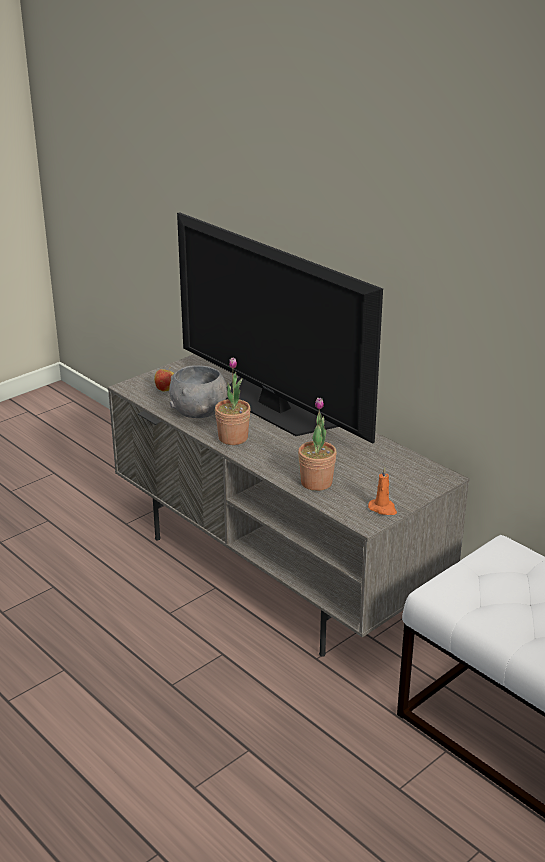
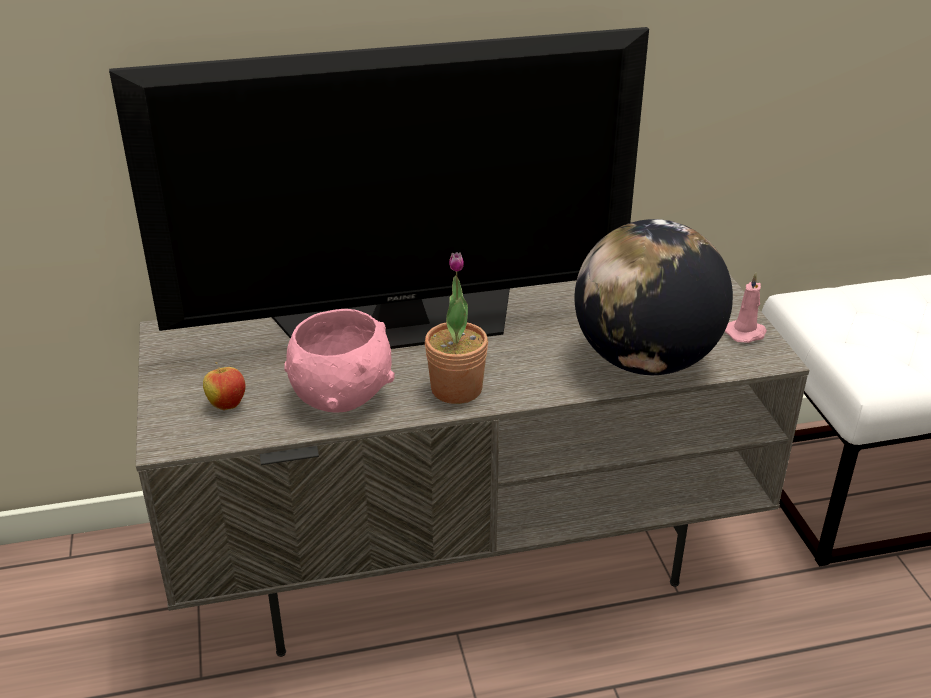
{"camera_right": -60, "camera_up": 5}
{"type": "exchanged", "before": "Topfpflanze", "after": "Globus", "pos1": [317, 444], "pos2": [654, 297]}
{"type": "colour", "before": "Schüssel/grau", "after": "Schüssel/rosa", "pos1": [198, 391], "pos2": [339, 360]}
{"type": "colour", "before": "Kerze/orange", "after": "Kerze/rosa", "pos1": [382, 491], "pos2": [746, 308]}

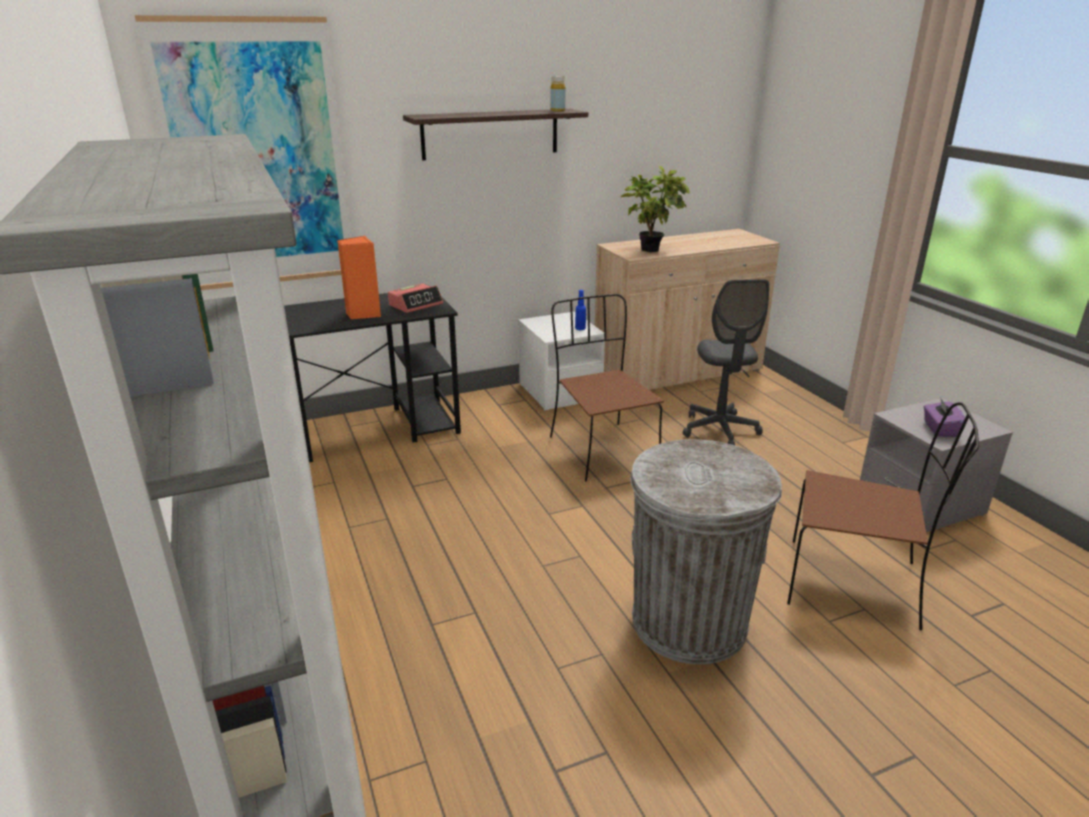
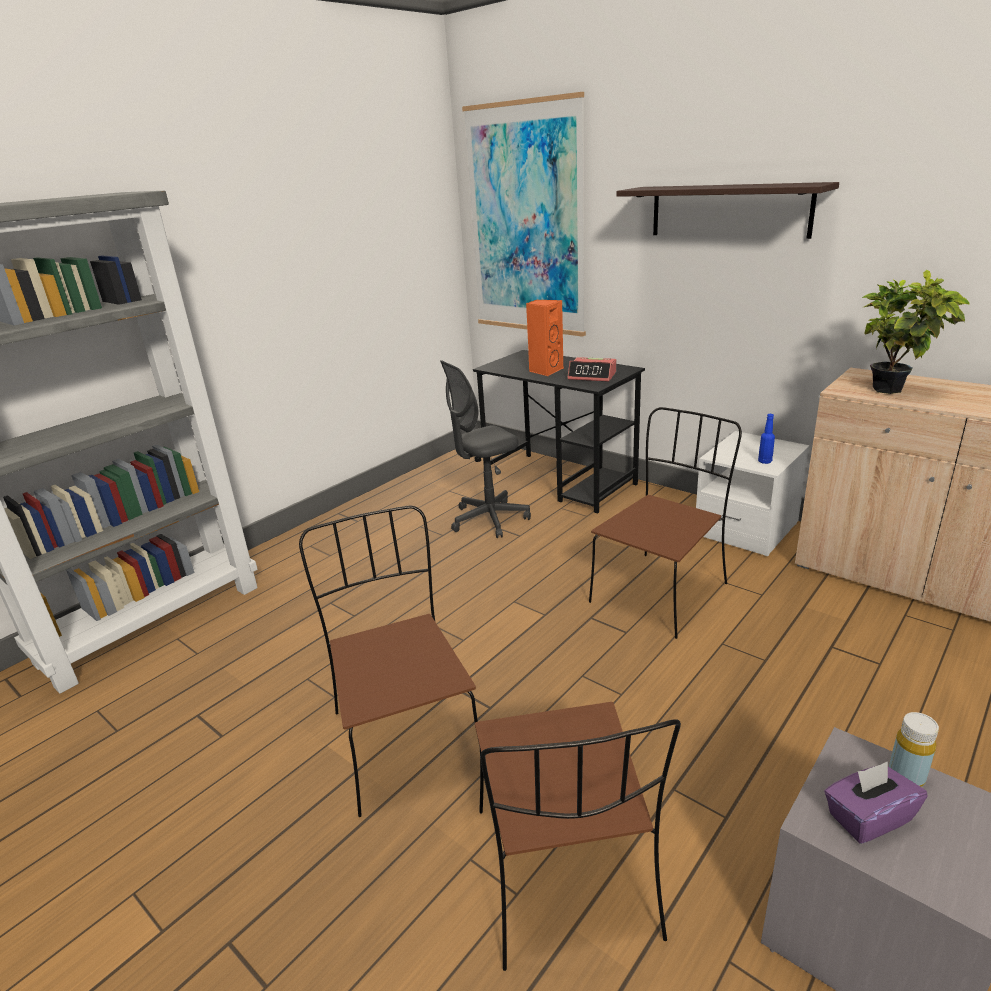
{"camera_right": 65, "camera_up": 0}
{"type": "relocated", "before": "Flasche/gelb", "pos1": [558, 94], "pos2": [914, 749]}
{"type": "relocated", "before": "Bürostuhl/grau", "pos1": [726, 362], "pos2": [485, 449]}
{"type": "exchanged", "before": "Mülleimer/grau", "after": "Stuhl/braun", "pos1": [706, 551], "pos2": [389, 661]}

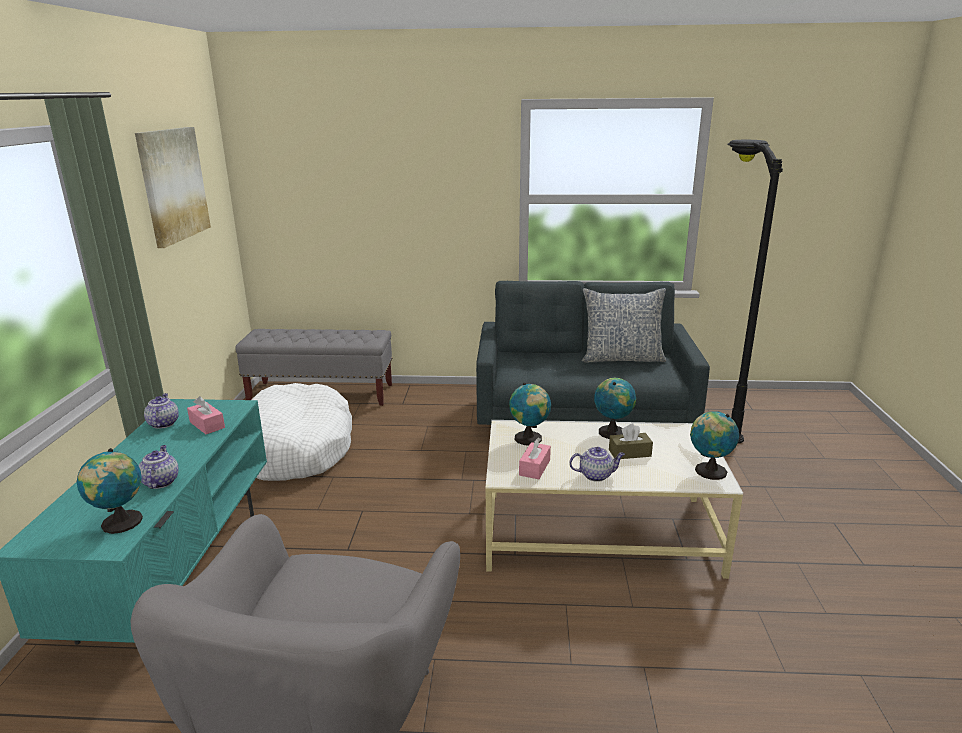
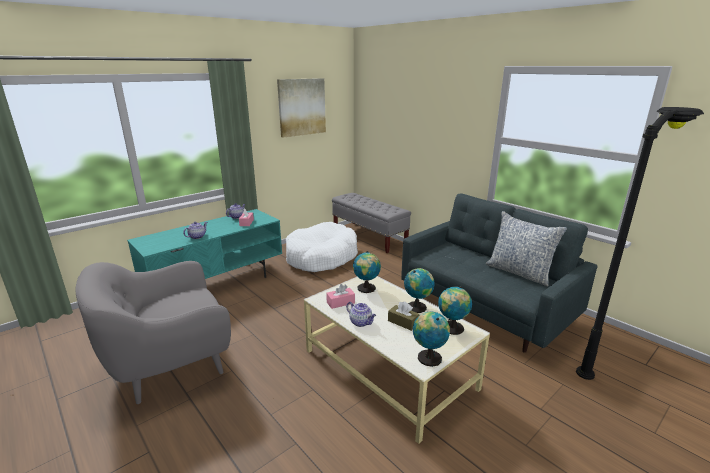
{"camera_right": 45, "camera_up": 0}
{"type": "relocated", "before": "Globus", "pos1": [110, 491], "pos2": [455, 310]}

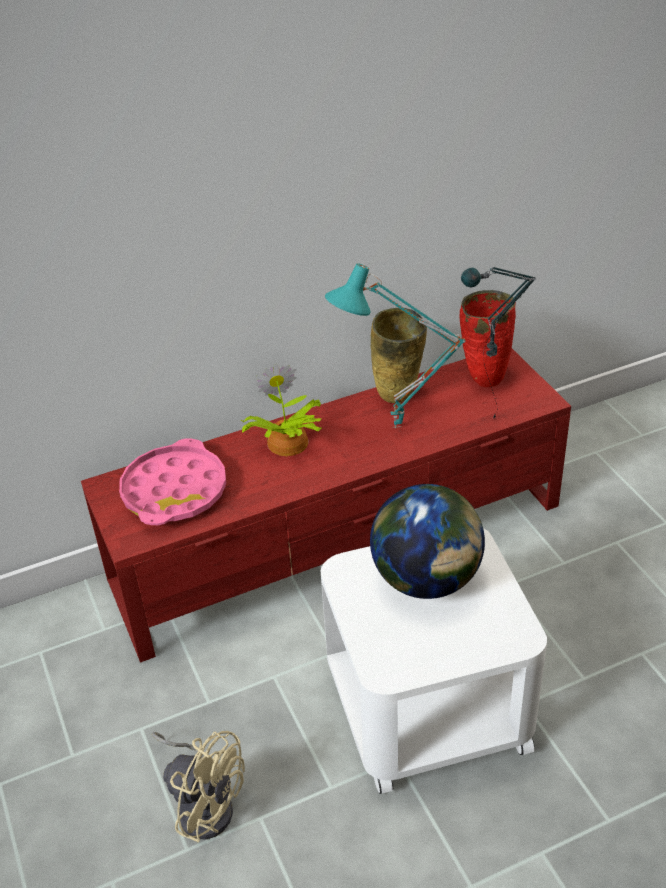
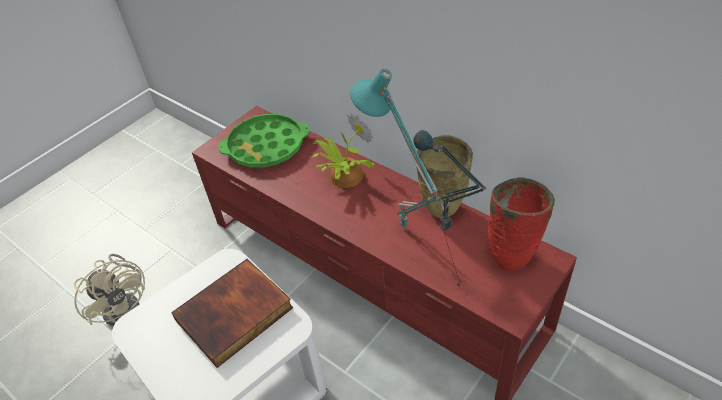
{"camera_right": 65, "camera_up": 5}
{"type": "exchanged", "before": "Globus", "after": "Buch", "pos1": [427, 541], "pos2": [232, 313]}
{"type": "colour", "before": "Tablett/rosa", "after": "Tablett/grün", "pos1": [172, 482], "pos2": [264, 141]}
{"type": "spun", "before": "Ventilator/beige", "pos1": [198, 786], "pos2": [109, 290], "turn": -45}

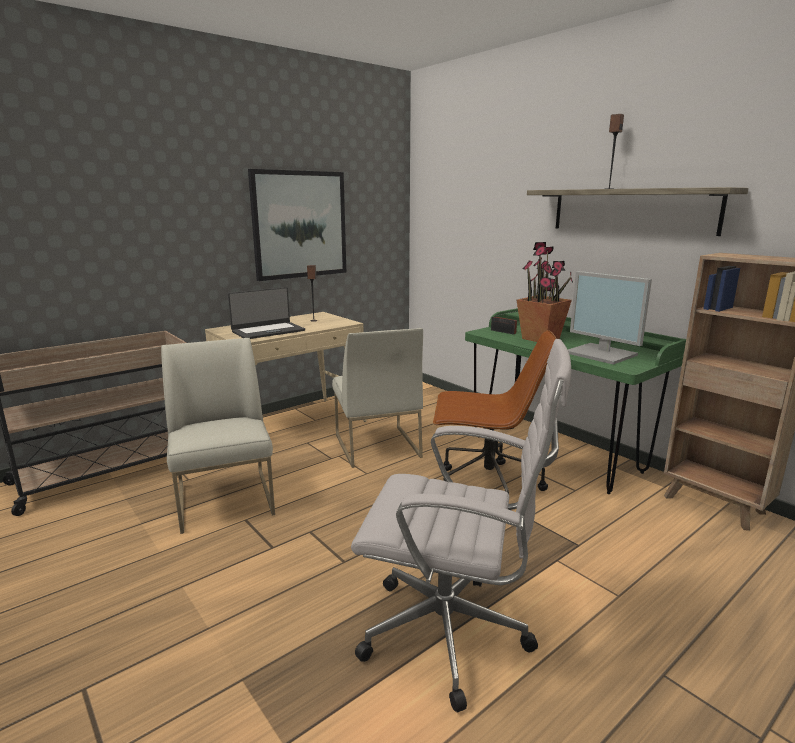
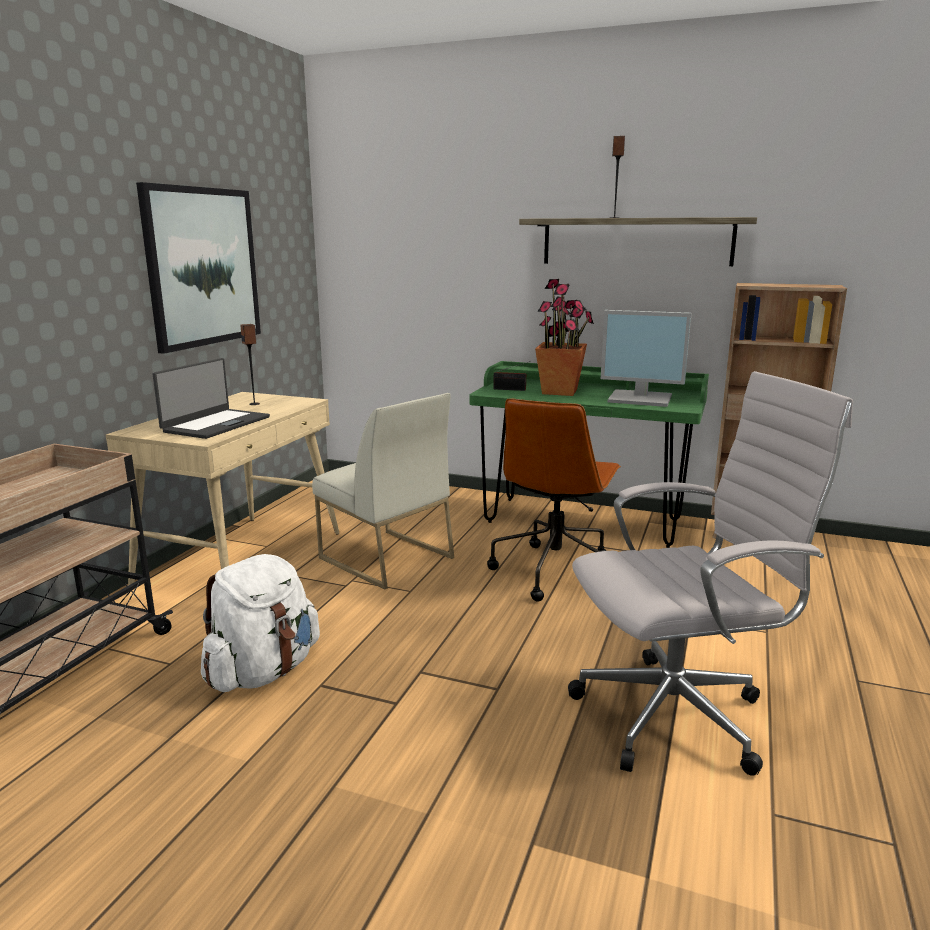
{"camera_right": -30, "camera_up": 0}
{"type": "exchanged", "before": "Stuhl/weiß", "after": "Rucksack/weiß", "pos1": [218, 436], "pos2": [260, 623]}
{"type": "spun", "before": "Bürostuhl/braun", "pos1": [494, 420], "pos2": [554, 500], "turn": 135}

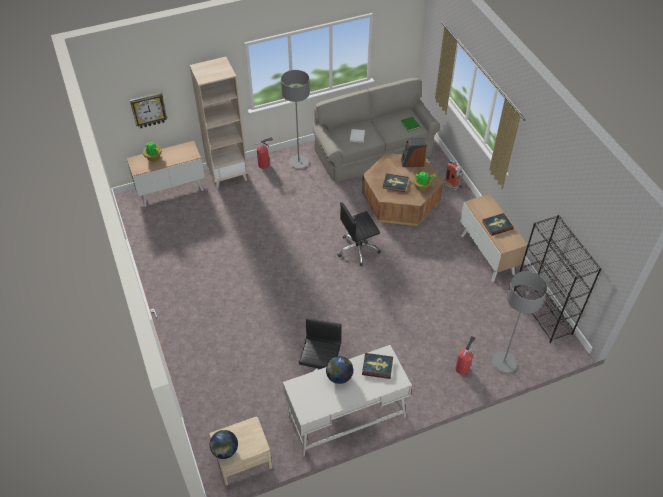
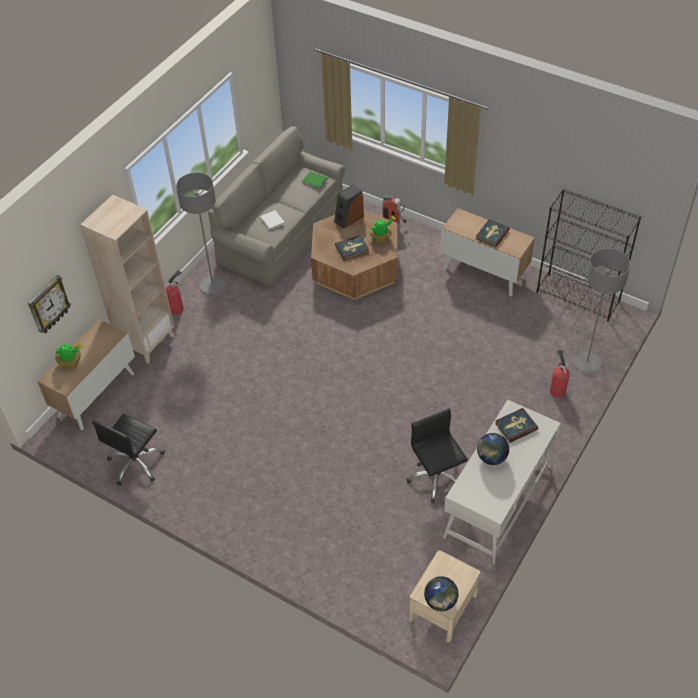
{"camera_right": -35, "camera_up": 0}
{"type": "relocated", "before": "Bürostuhl/schwarz", "pos1": [359, 234], "pos2": [128, 450]}

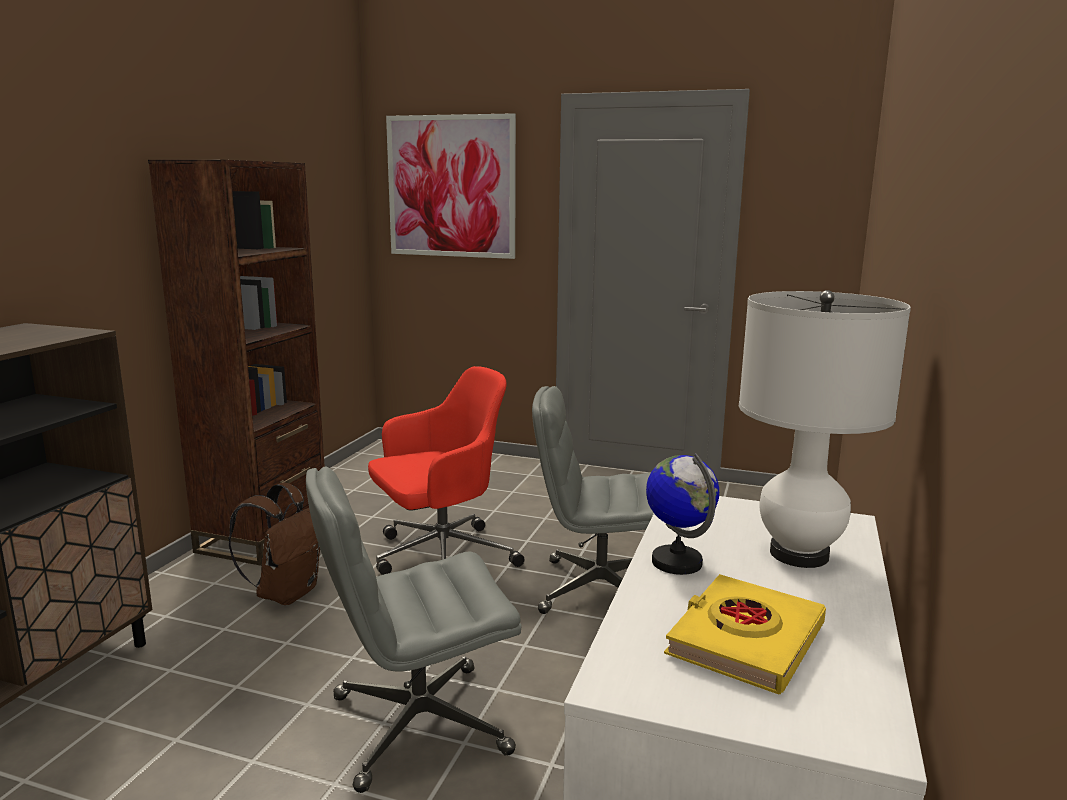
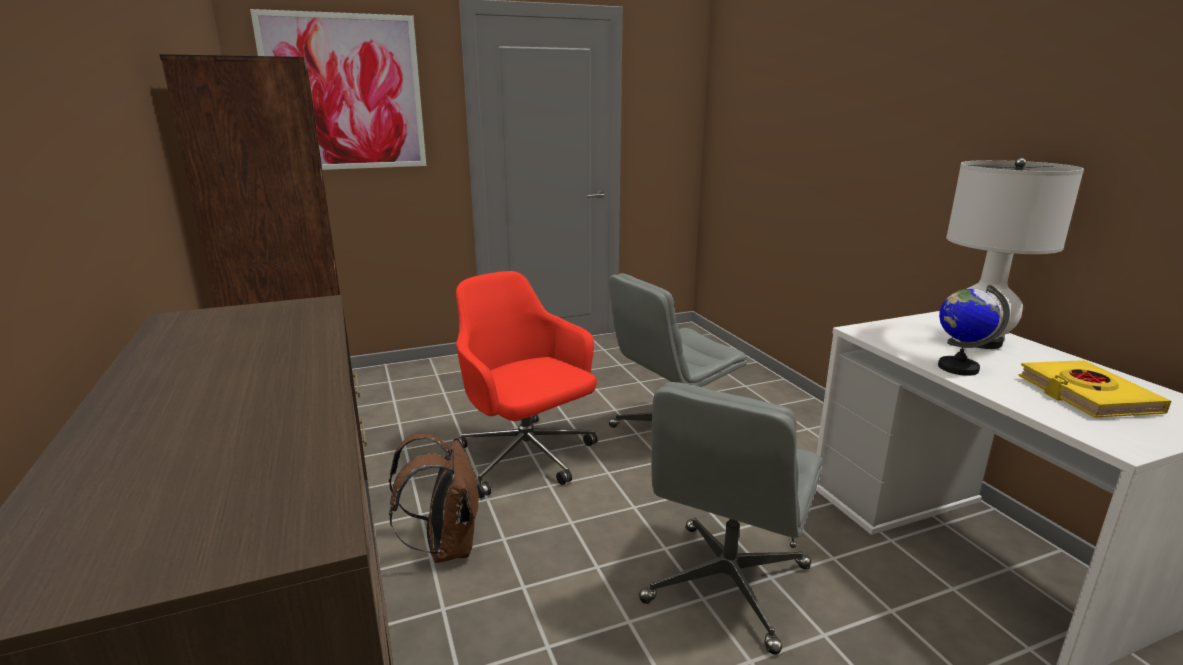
{"camera_right": -40, "camera_up": 5}
{"type": "spun", "before": "Bürostuhl/rot", "pos1": [446, 470], "pos2": [525, 384], "turn": -60}

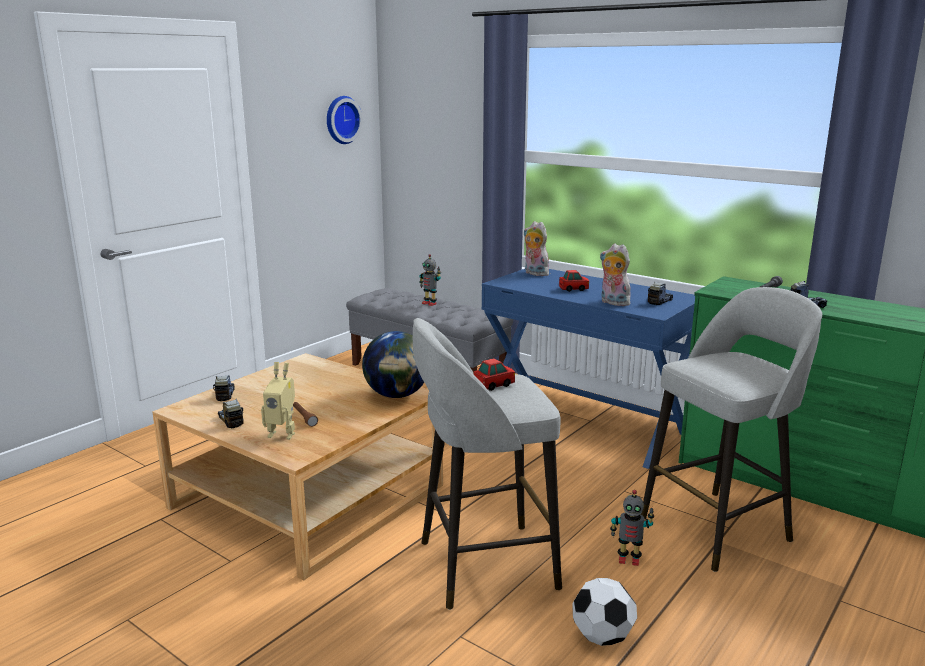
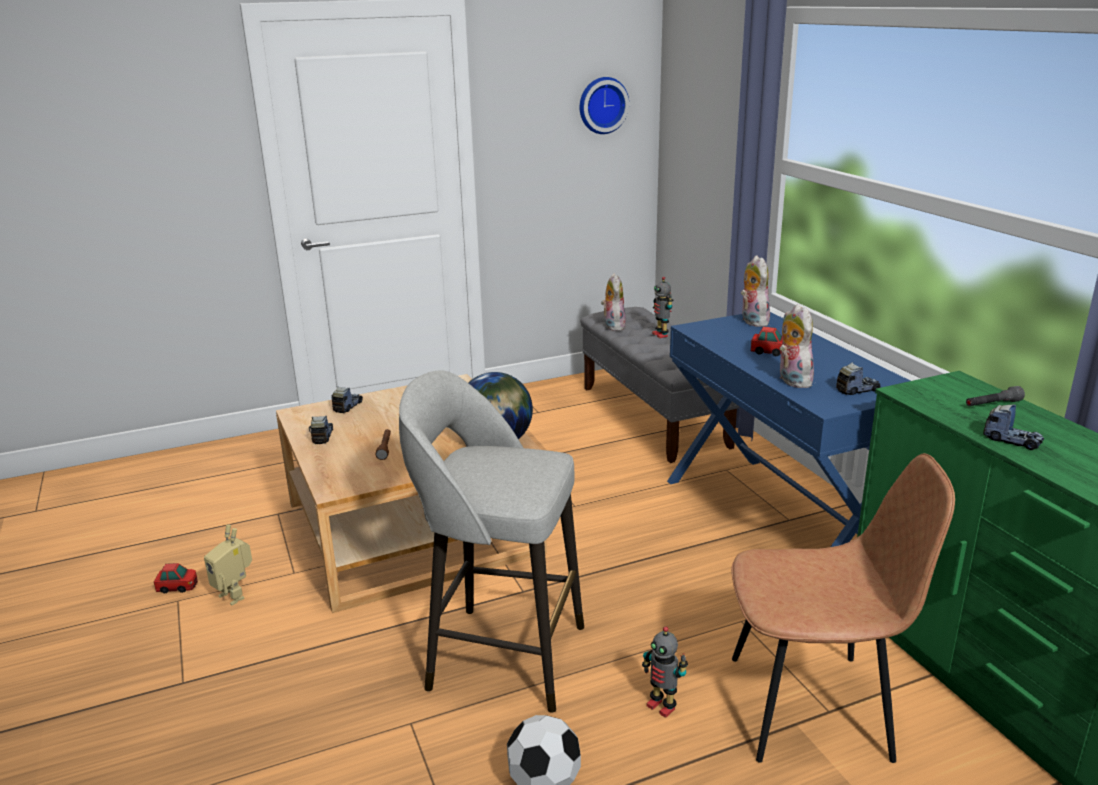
{"camera_right": 30, "camera_up": 5}
{"type": "appeared", "after": "Plüschtier", "pos2": [613, 302]}
{"type": "relocated", "before": "Spielzeugroboter", "pos1": [278, 401], "pos2": [228, 565]}
{"type": "relocated", "before": "Spielzeugauto", "pos1": [494, 374], "pos2": [176, 578]}
{"type": "exchanged", "before": "Hocker/grau", "after": "Stuhl/braun", "pos1": [731, 429], "pos2": [843, 608]}

